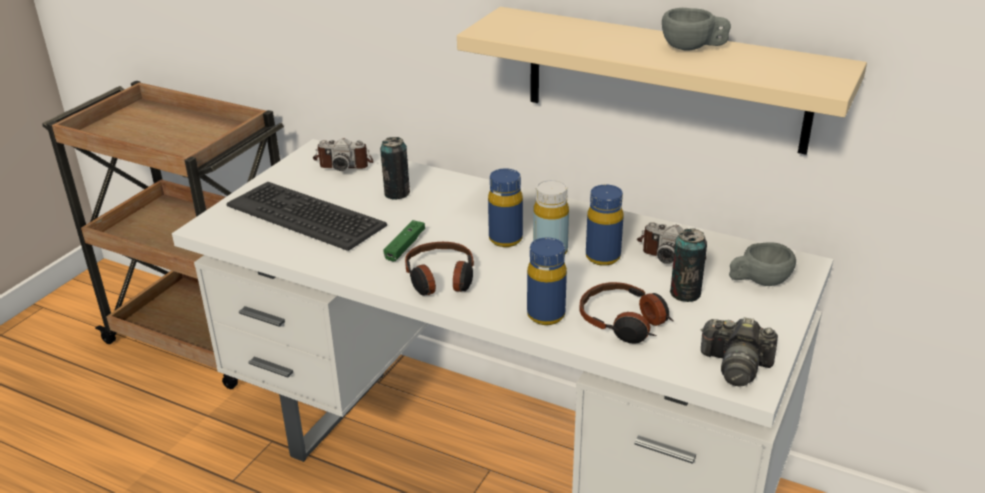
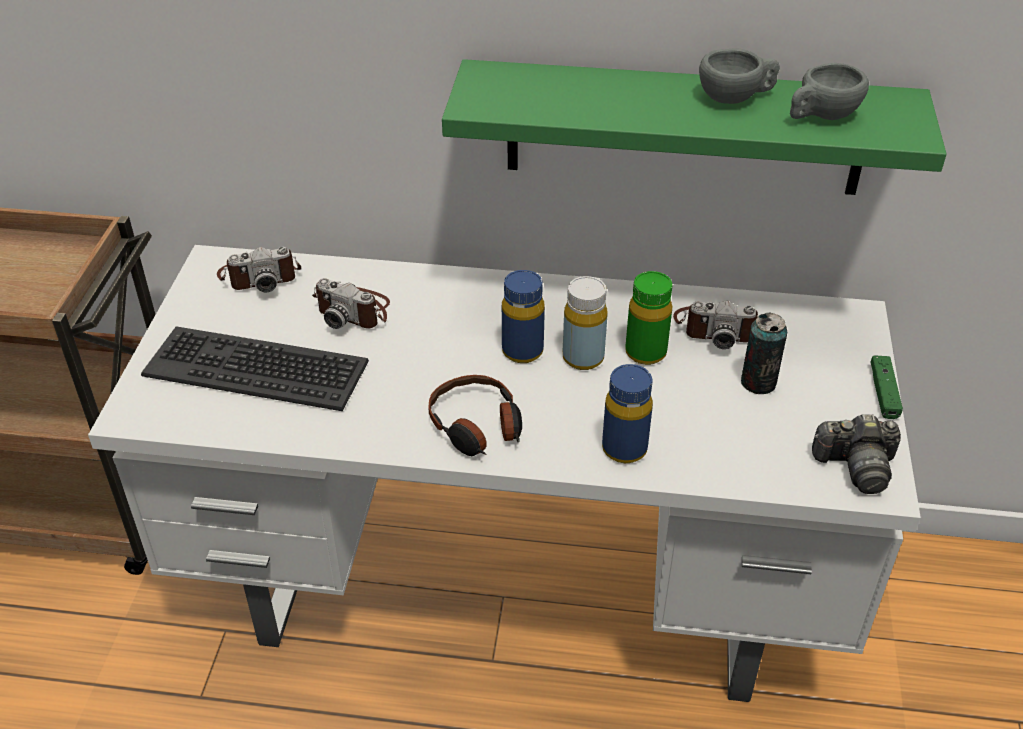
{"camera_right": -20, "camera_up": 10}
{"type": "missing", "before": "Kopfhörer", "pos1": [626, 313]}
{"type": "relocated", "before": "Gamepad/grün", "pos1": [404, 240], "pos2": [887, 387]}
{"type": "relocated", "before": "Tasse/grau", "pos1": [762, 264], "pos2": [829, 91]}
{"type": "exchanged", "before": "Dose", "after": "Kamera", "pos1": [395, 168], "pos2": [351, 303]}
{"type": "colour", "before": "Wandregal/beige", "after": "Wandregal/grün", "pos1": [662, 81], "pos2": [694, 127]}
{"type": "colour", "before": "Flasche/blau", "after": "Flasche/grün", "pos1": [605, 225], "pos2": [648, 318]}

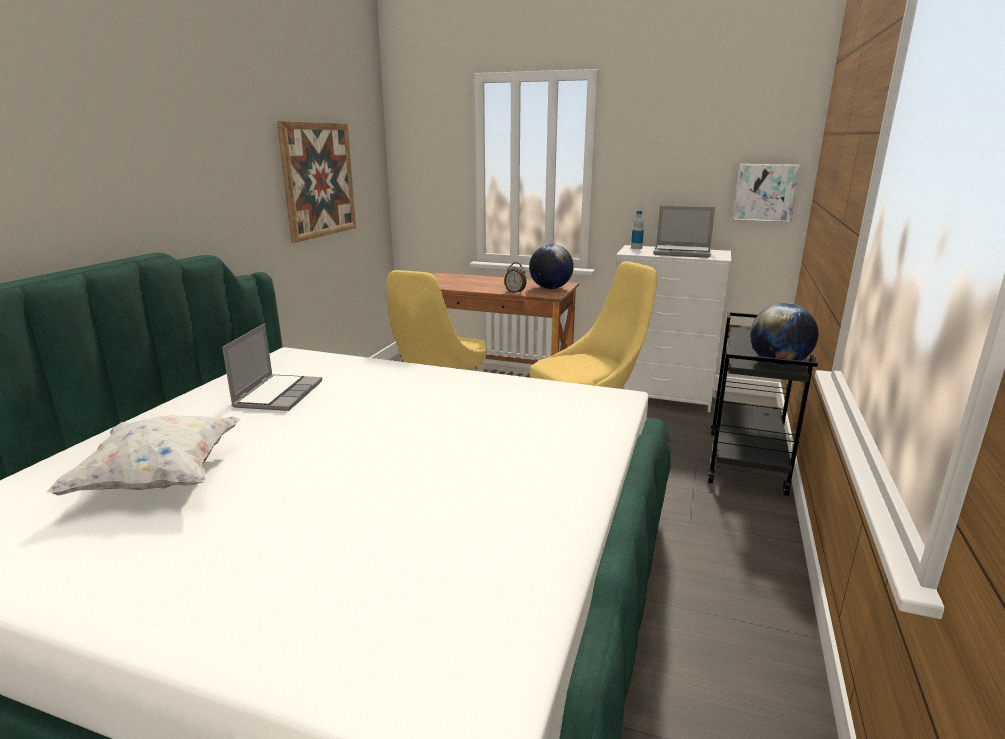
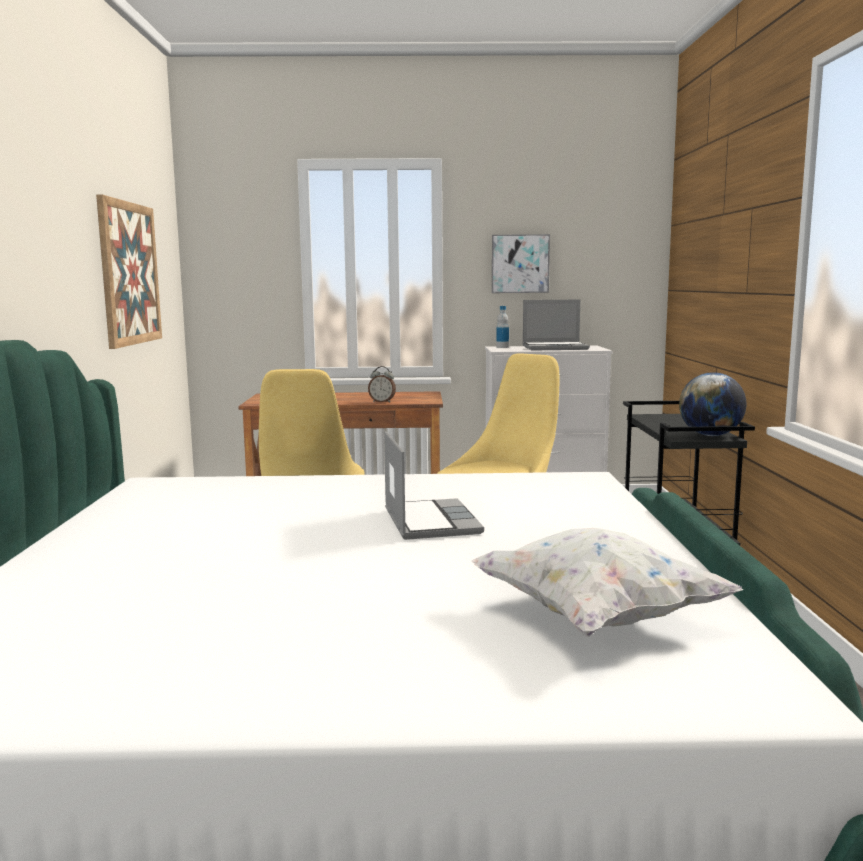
{"camera_right": -20, "camera_up": -10}
{"type": "missing", "before": "Globus", "pos1": [551, 266]}
{"type": "relocated", "before": "Kissen/weiß", "pos1": [143, 455], "pos2": [607, 582]}
{"type": "relocated", "before": "Laptop", "pos1": [272, 367], "pos2": [434, 485]}
{"type": "relocated", "before": "Bild", "pos1": [766, 193], "pos2": [521, 263]}

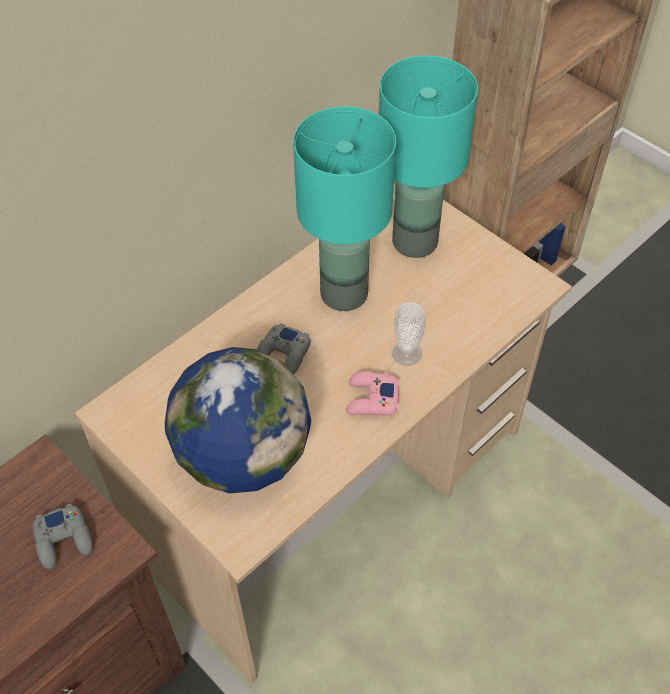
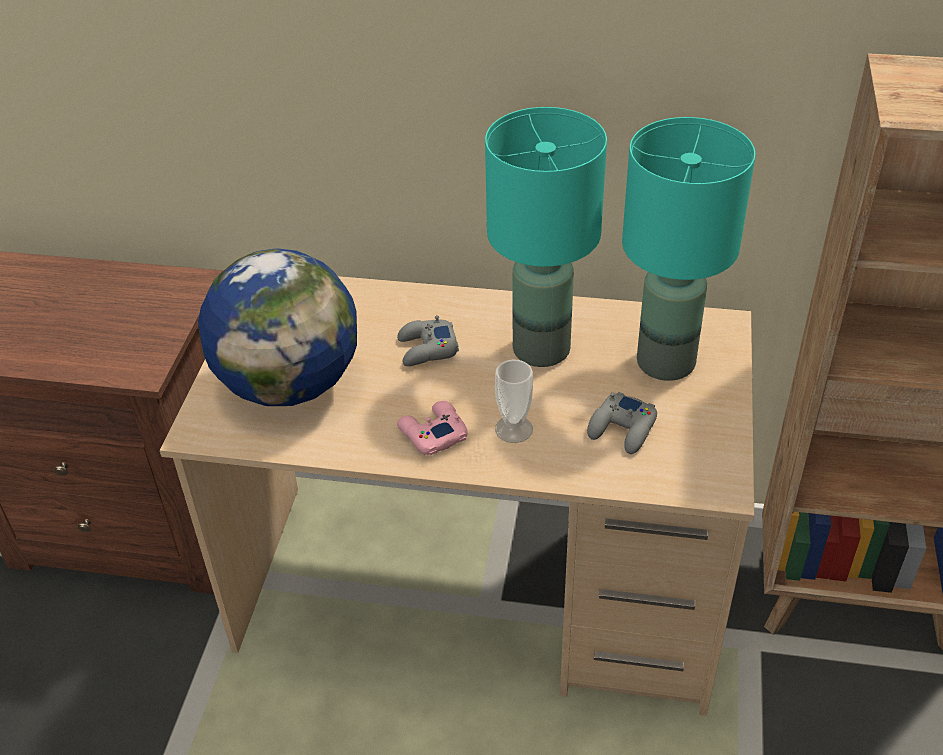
{"camera_right": 55, "camera_up": -10}
{"type": "relocated", "before": "Gamepad/grau", "pos1": [63, 536], "pos2": [622, 423]}

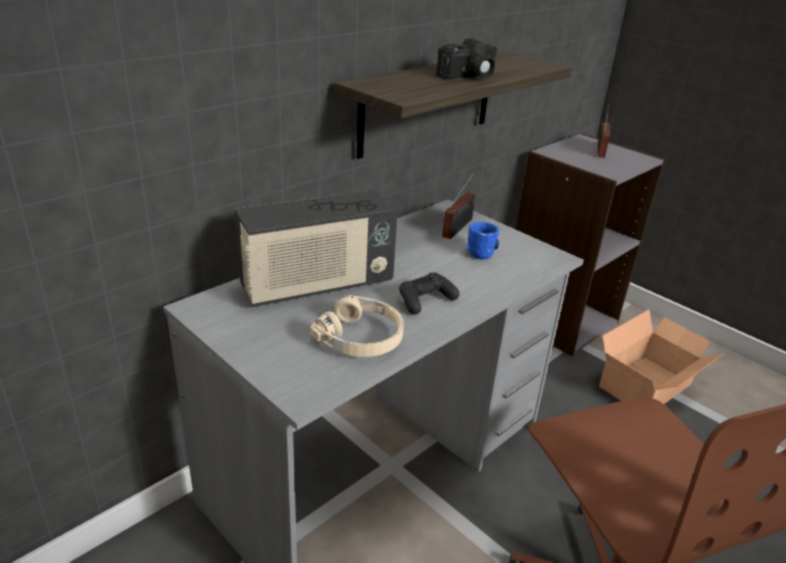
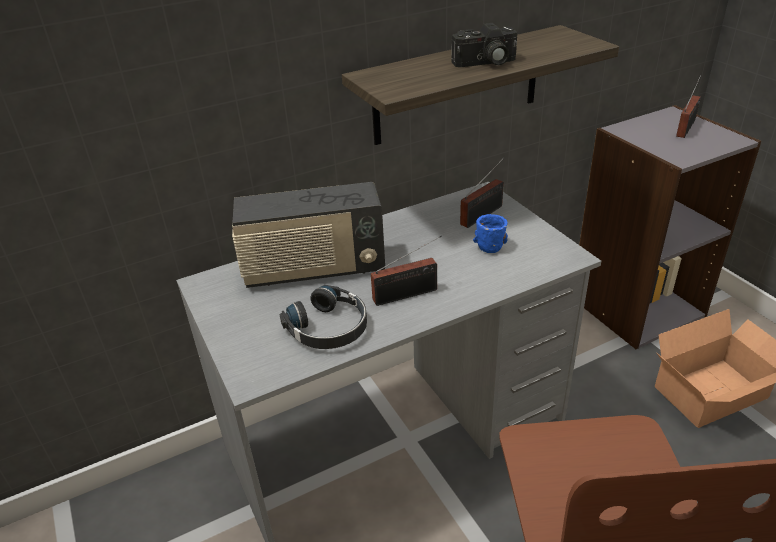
{"camera_right": 20, "camera_up": 5}
{"type": "exchanged", "before": "Gamepad/schwarz", "after": "Radio", "pos1": [429, 293], "pos2": [406, 271]}
{"type": "colour", "before": "Kopfhörer/beige", "after": "Kopfhörer/schwarz", "pos1": [357, 326], "pos2": [323, 317]}

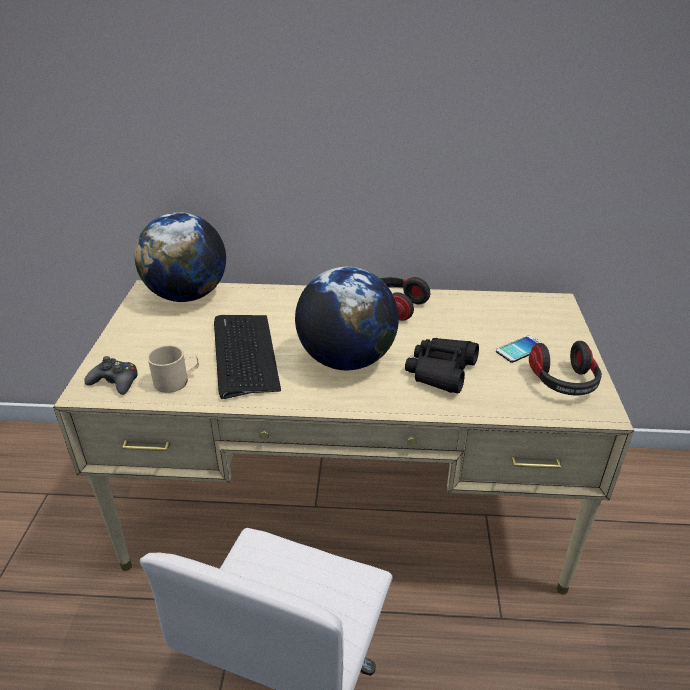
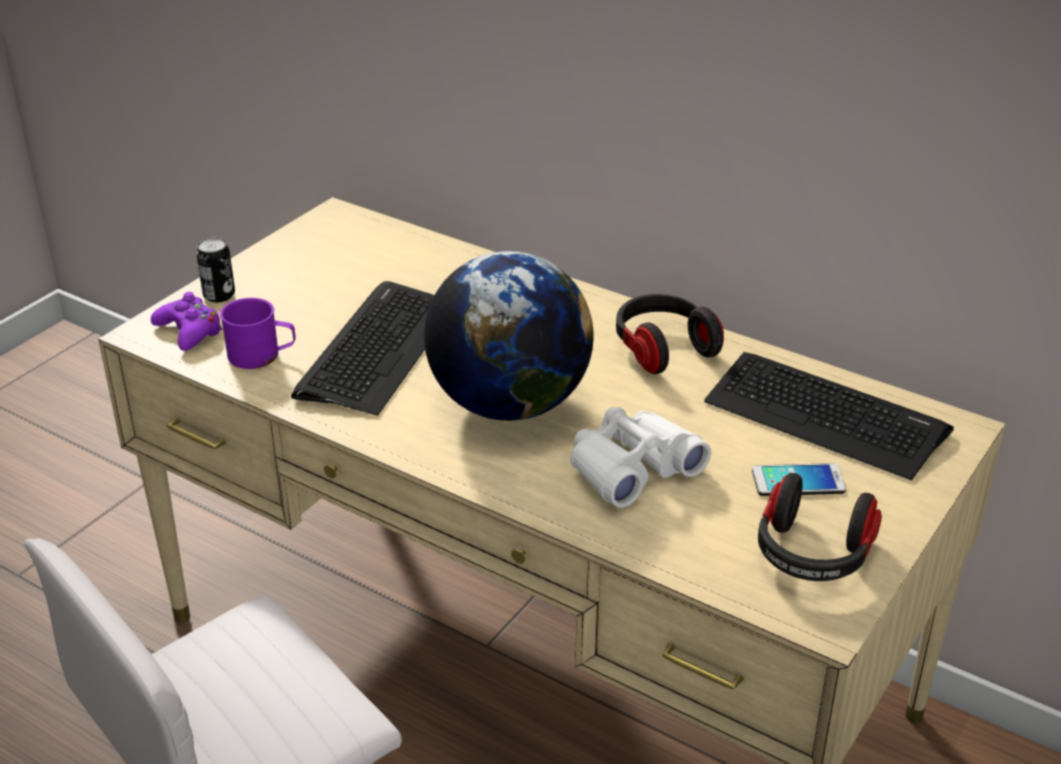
{"camera_right": 30, "camera_up": 0}
{"type": "missing", "before": "Globus", "pos1": [180, 257]}
{"type": "appeared", "after": "Dose", "pos2": [215, 270]}
{"type": "appeared", "after": "Tastatur", "pos2": [829, 416]}
{"type": "colour", "before": "Gamepad/schwarz", "after": "Gamepad/lila", "pos1": [111, 375], "pos2": [187, 321]}
{"type": "colour", "before": "Henkelbecher/beige", "after": "Henkelbecher/lila", "pos1": [173, 369], "pos2": [258, 333]}
{"type": "colour", "before": "Fernglas/schwarz", "after": "Fernglas/weiß", "pos1": [442, 365], "pos2": [640, 457]}

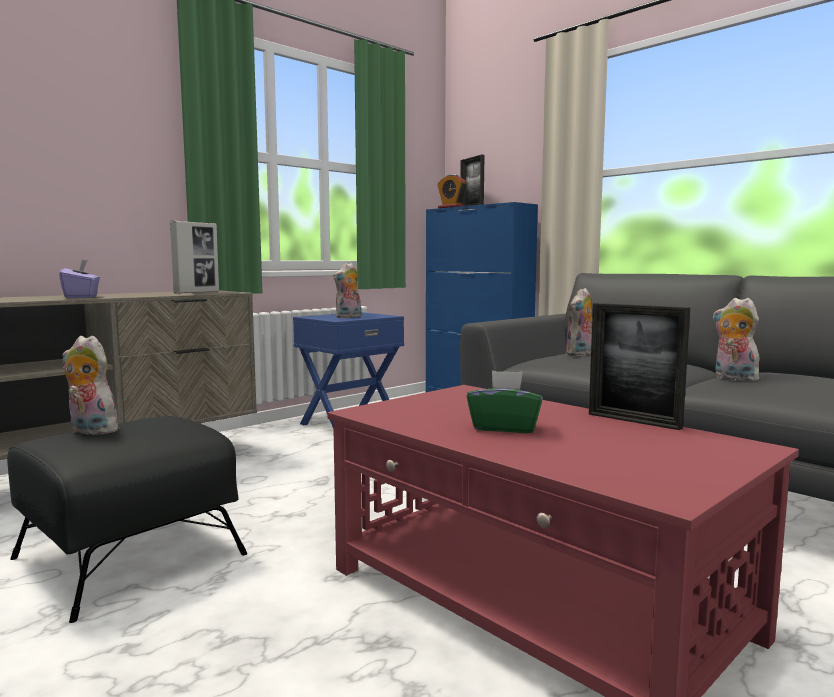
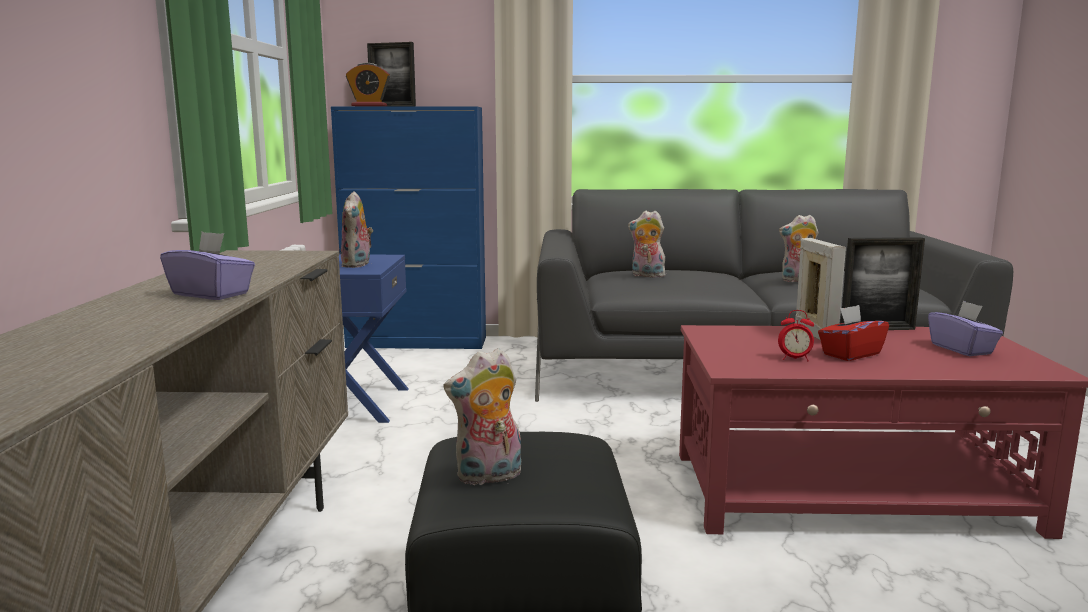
{"camera_right": -45, "camera_up": 5}
{"type": "appeared", "after": "Wecker", "pos2": [796, 335]}
{"type": "appeared", "after": "Taschentuchbox/lila", "pos2": [965, 328]}
{"type": "relocated", "before": "Bilderrahmen", "pos1": [194, 257], "pos2": [820, 289]}
{"type": "colour", "before": "Taschentuchbox/grün", "after": "Taschentuchbox/rot", "pos1": [505, 401], "pos2": [853, 333]}
{"type": "spun", "before": "Plüschtier", "pos1": [579, 322], "pos2": [648, 244], "turn": 120}

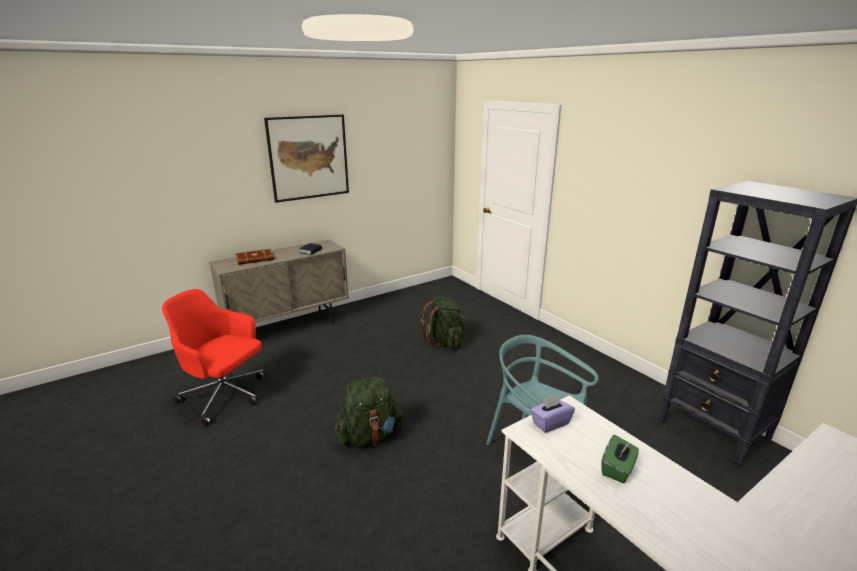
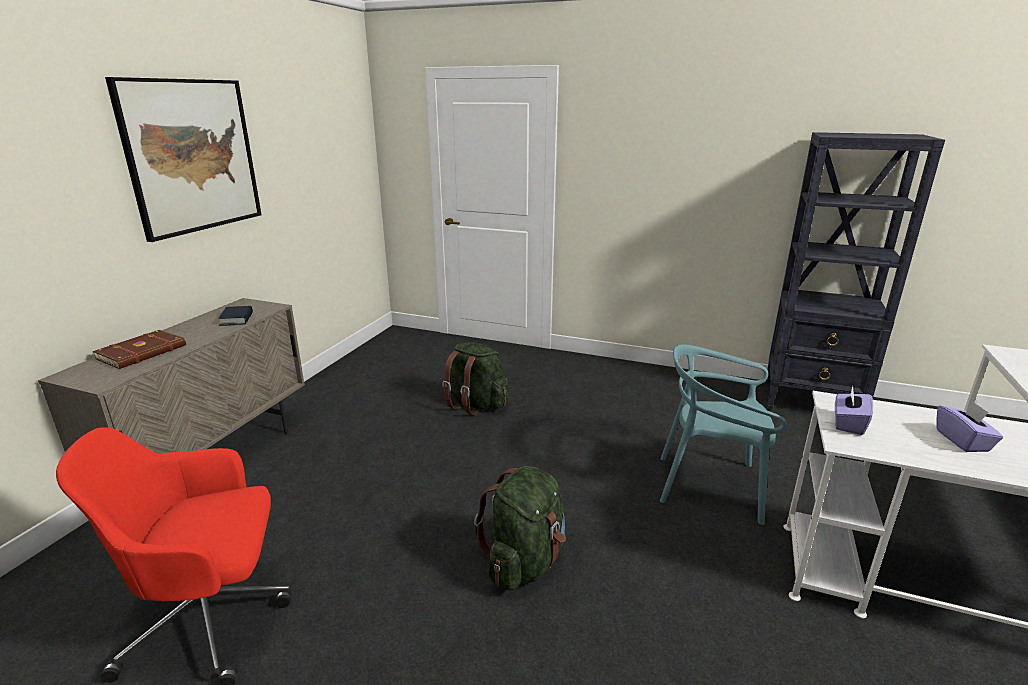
{"camera_right": -35, "camera_up": 0}
{"type": "colour", "before": "Taschentuchbox/grün", "after": "Taschentuchbox/lila", "pos1": [620, 459], "pos2": [970, 426]}

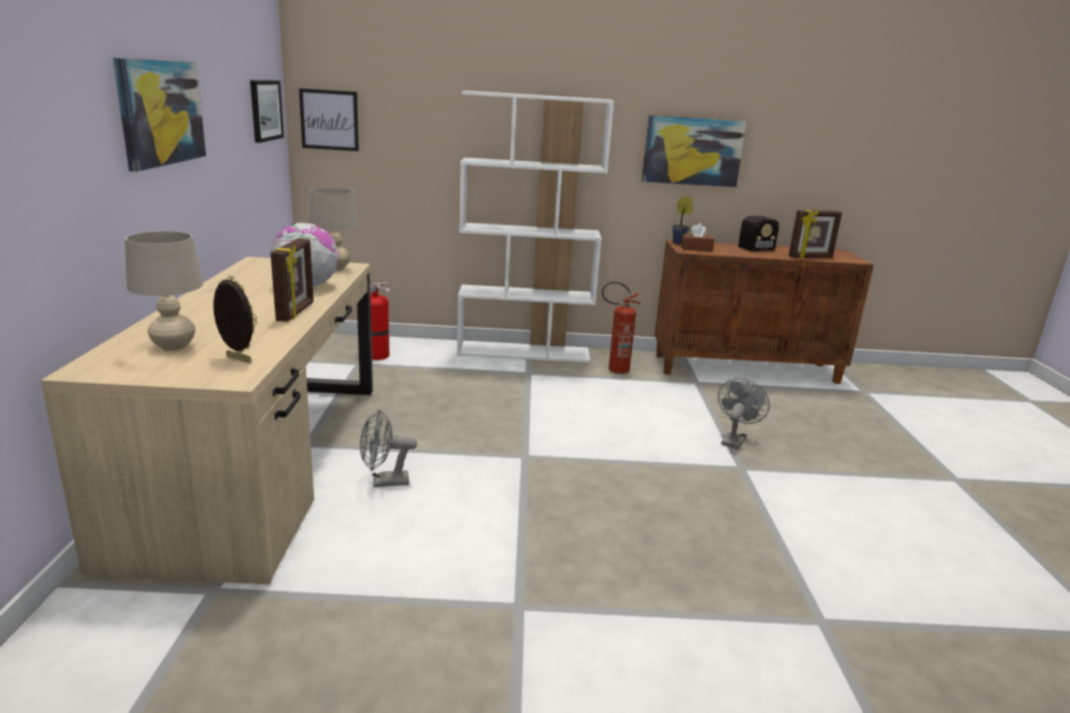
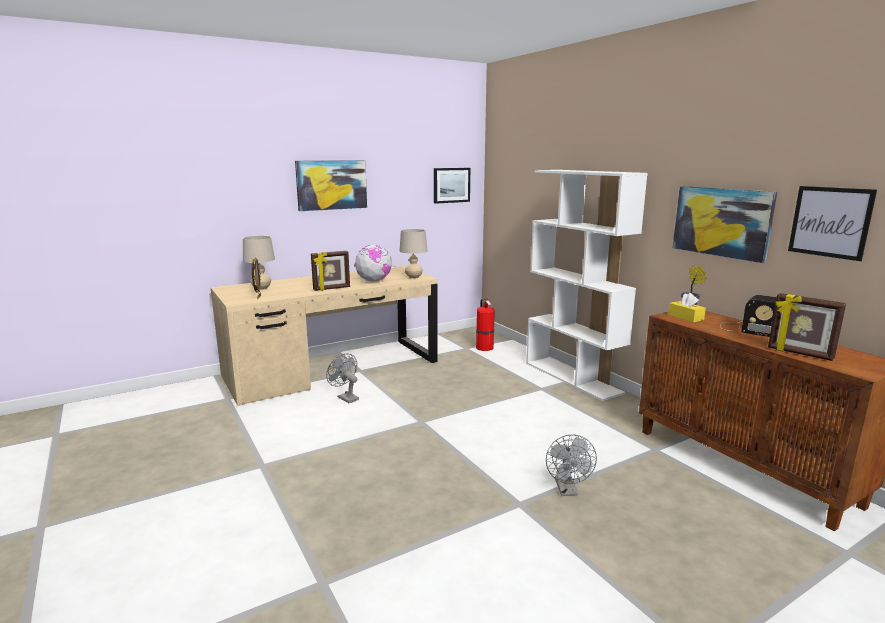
{"camera_right": 60, "camera_up": -5}
{"type": "missing", "before": "Feuerlöscher", "pos1": [621, 328]}
{"type": "relocated", "before": "Bild", "pos1": [329, 119], "pos2": [832, 223]}
{"type": "colour", "before": "Taschentuchbox/braun", "after": "Taschentuchbox/gelb", "pos1": [697, 237], "pos2": [687, 308]}
{"type": "spun", "before": "Ventilator/grau", "pos1": [744, 414], "pos2": [571, 465], "turn": 90}

